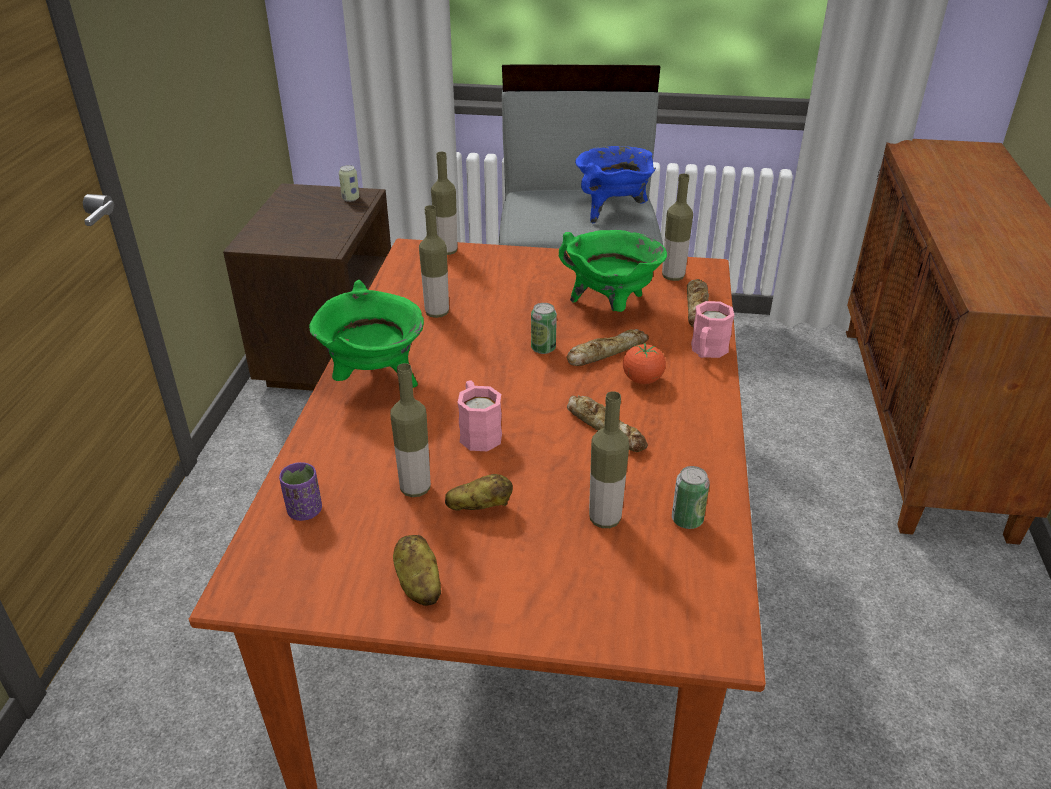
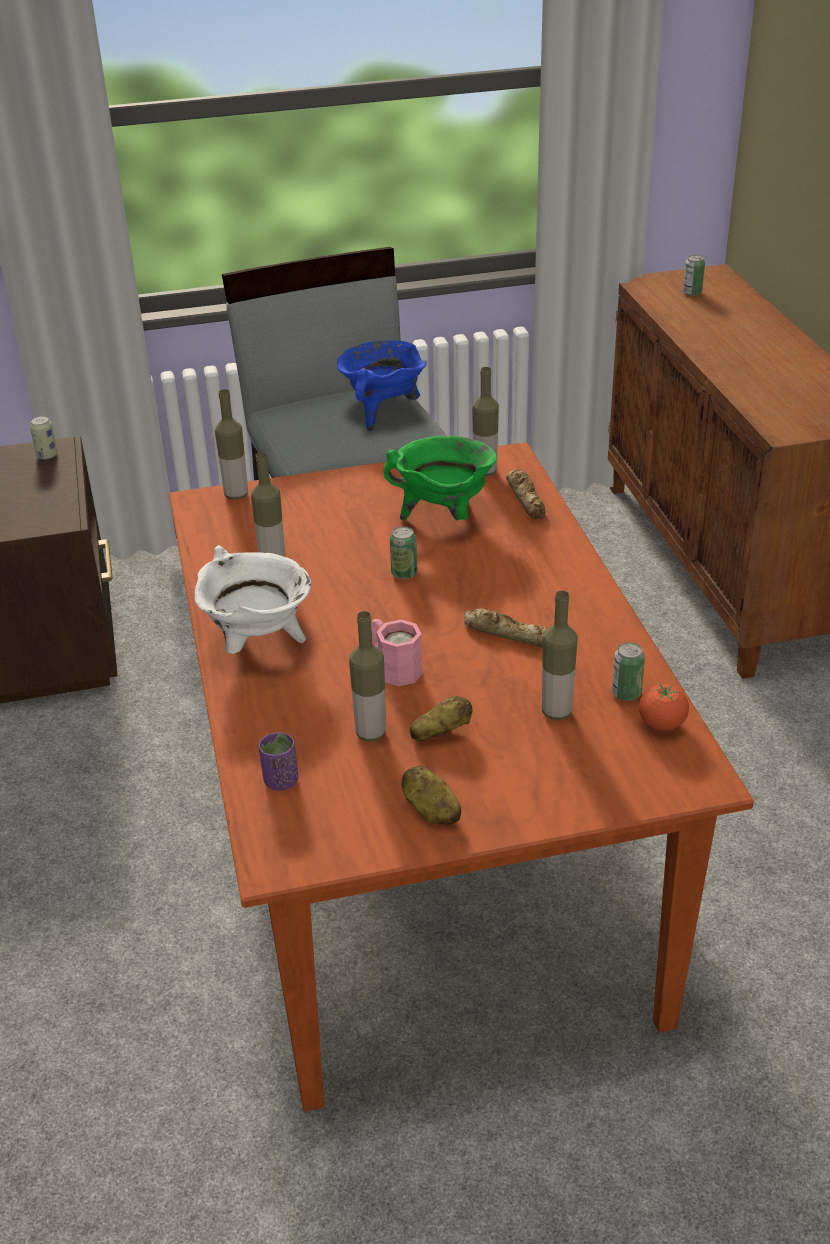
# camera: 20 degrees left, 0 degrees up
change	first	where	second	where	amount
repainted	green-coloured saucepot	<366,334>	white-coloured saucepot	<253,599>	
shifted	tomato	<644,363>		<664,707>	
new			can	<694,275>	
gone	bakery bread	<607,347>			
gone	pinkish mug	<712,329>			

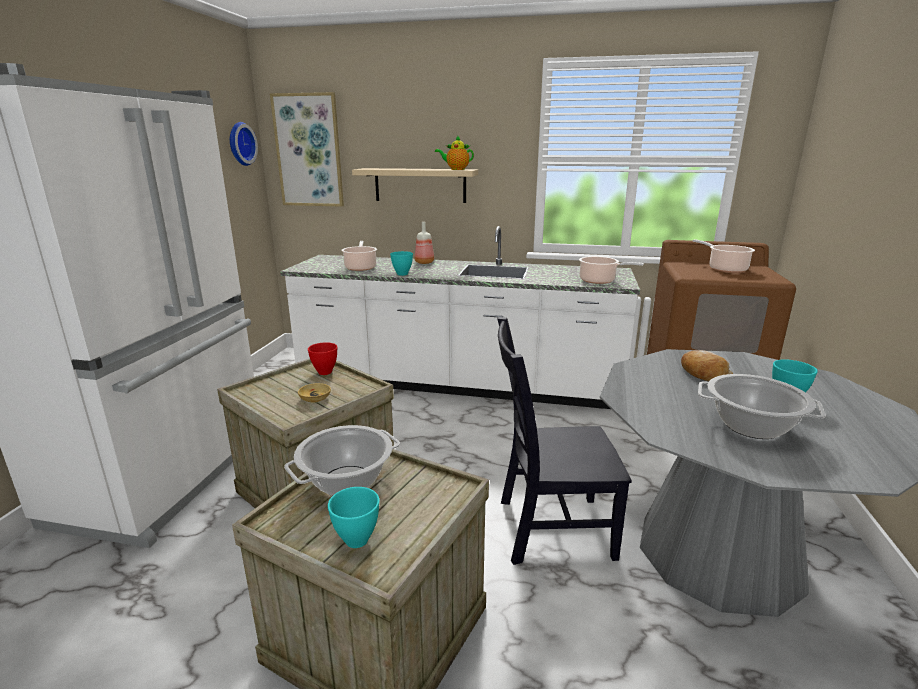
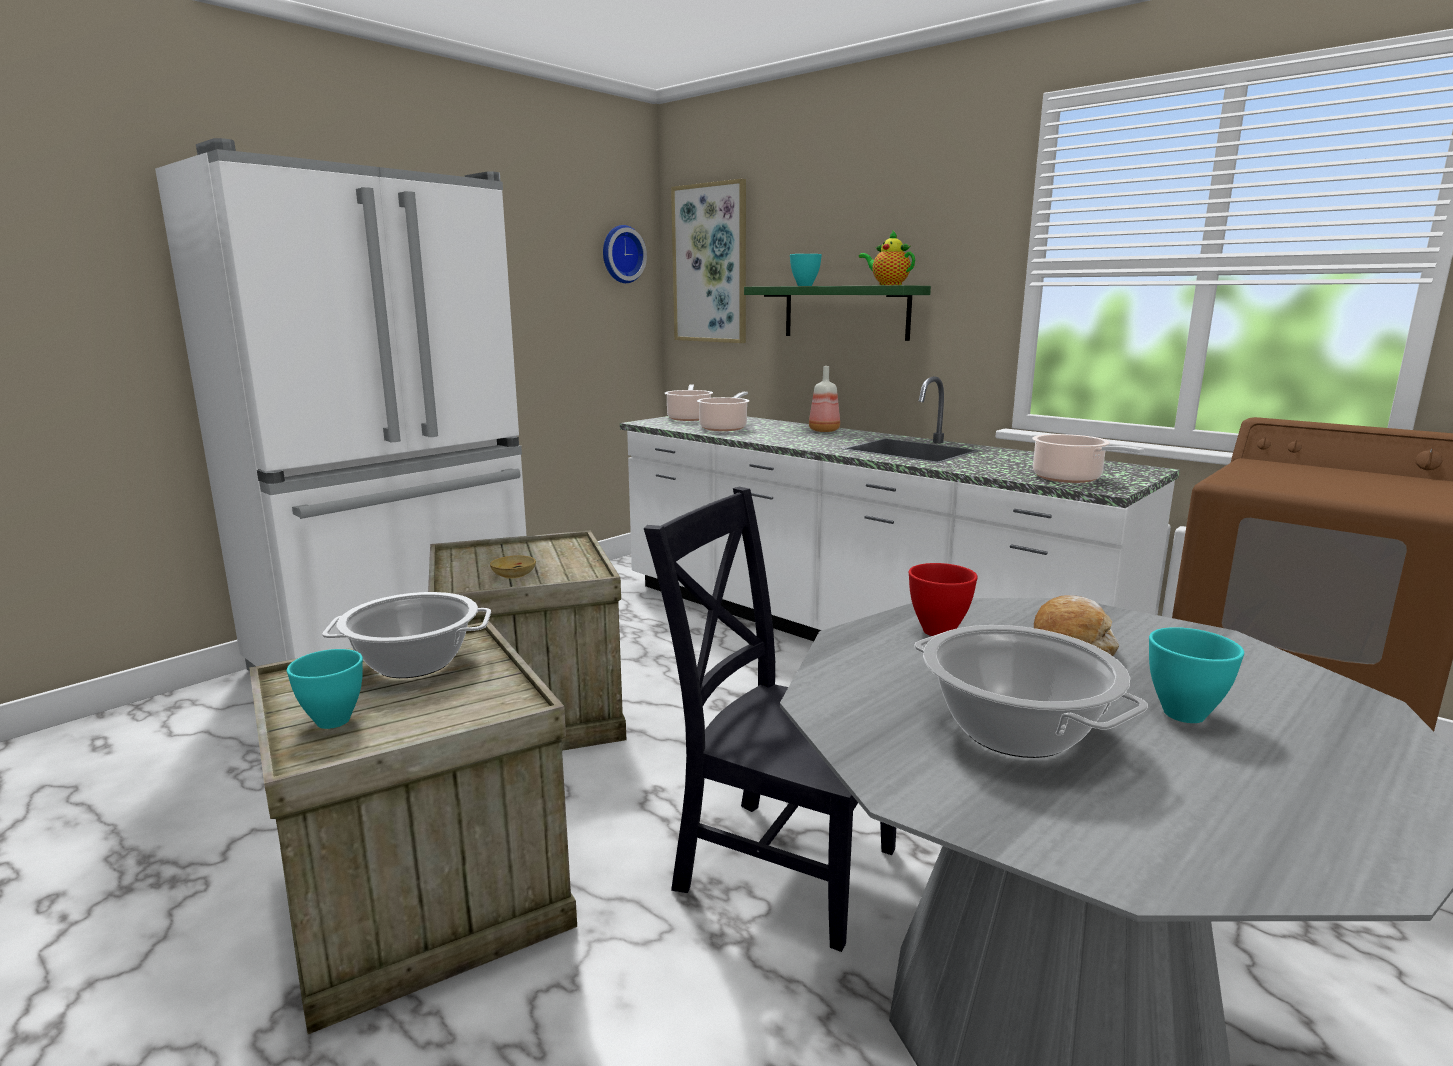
# camera: 30 degrees right, 5 degrees down
change	first	where	second	where	amount
shifted	saucepot	<724,256>		<689,402>	
repainted	beige-coloured shelf	<415,185>	green-coloured shelf	<837,313>	
shifted	turquoise-coloured bowl	<401,263>		<806,270>	
shifted	red-coloured bowl	<322,358>		<943,599>	

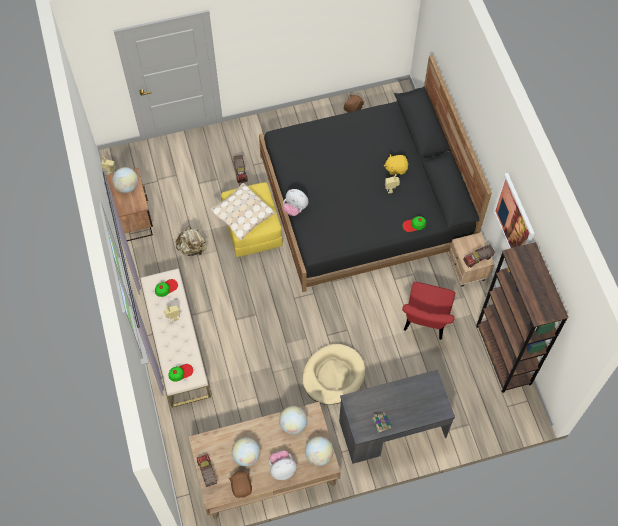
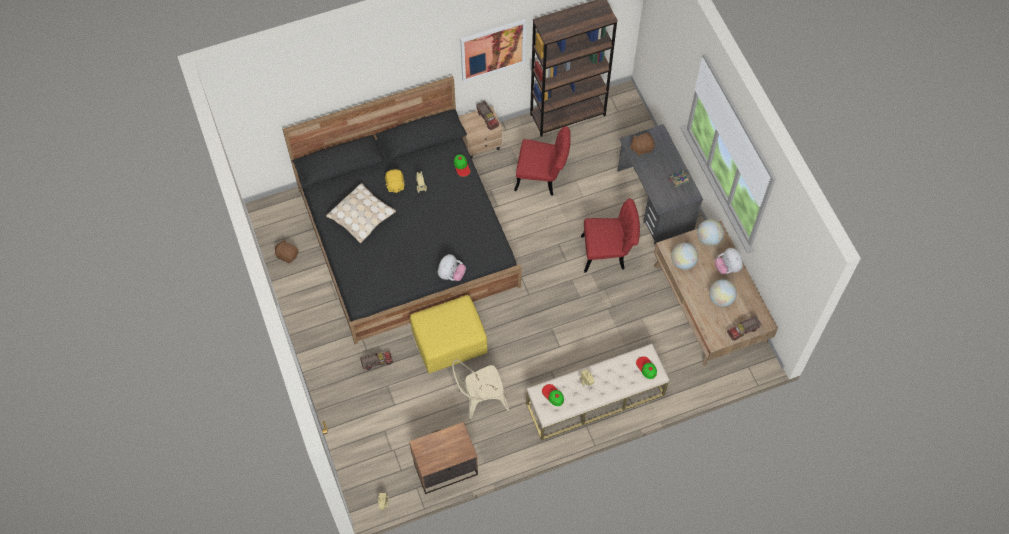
# camera: 95 degrees left, 0 degrees up
change	first	where	second	where	amount
shifted	beige-coloured pillow	<242,211>		<361,213>	
swapped	beige-coloured backpack	<191,241>	beige-coloured plain chair	<480,389>	
swapped	beige-coloured dog cushion	<333,374>	red-coloured plain chair	<610,236>	
shifted	brownish soft toy	<240,484>		<642,144>	
gone	world globe	<125,180>			

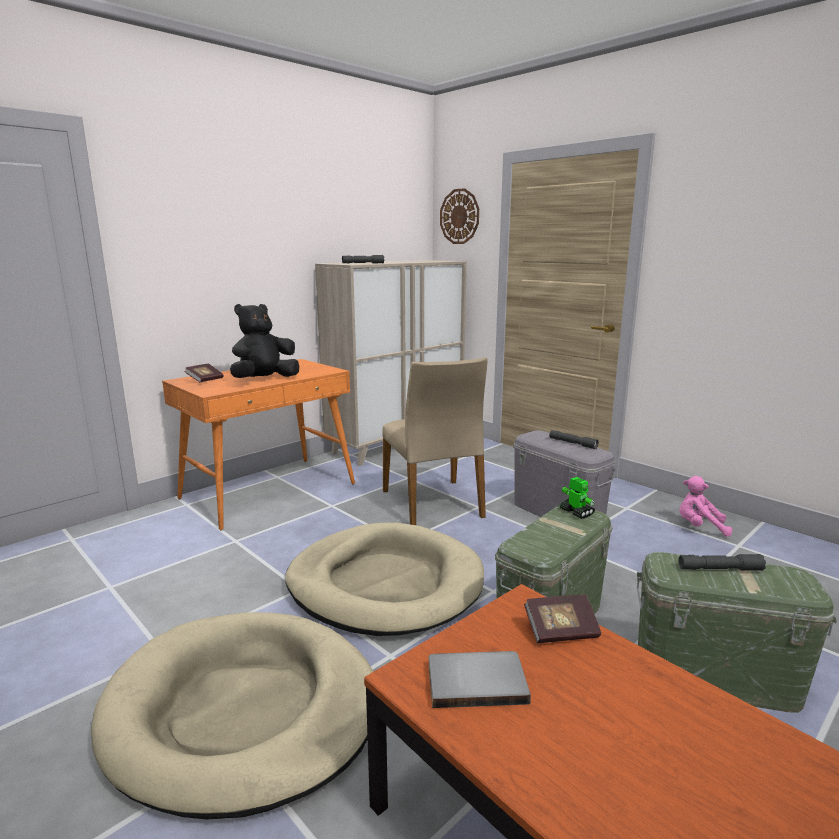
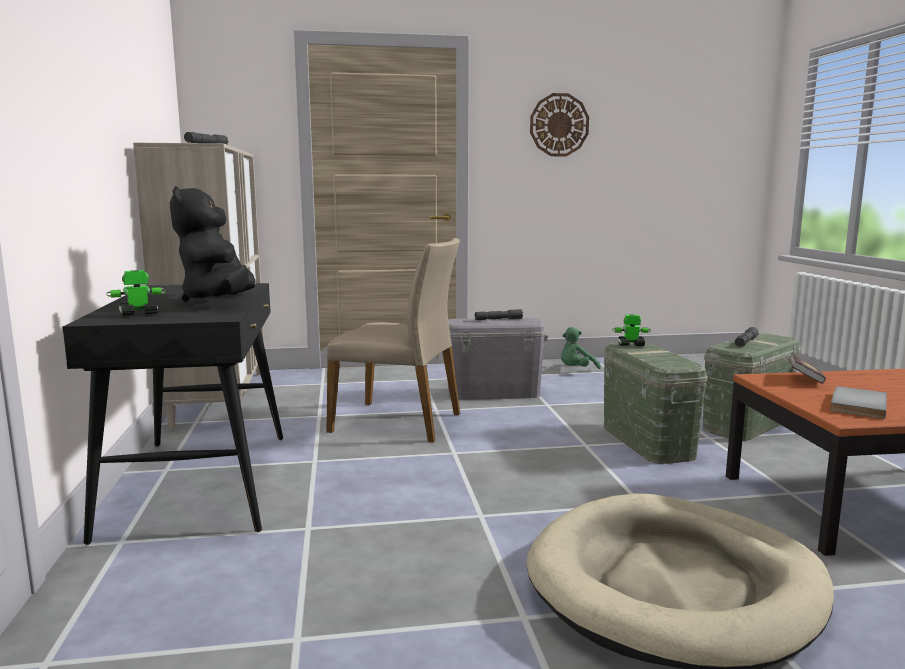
# camera: 55 degrees left, 5 degrees down
change	first	where	second	where	amount
repainted	orangey desk	<258,444>	black desk	<172,414>	
swapped	book	<204,373>	robot figure	<136,293>	
shifted	hanging clock	<459,216>		<559,124>	
repainted	pinkish soft toy	<705,506>	green-coloured soft toy	<581,348>	
gone	beige-coloured dog cushion	<384,579>			

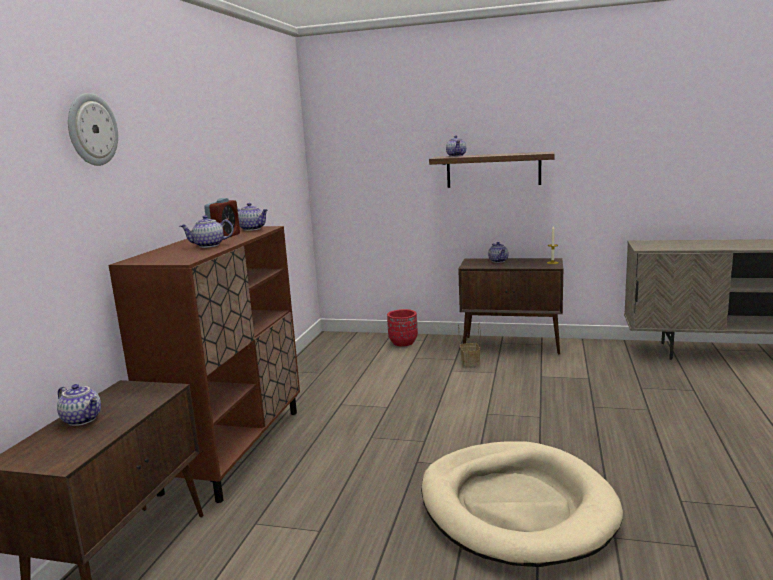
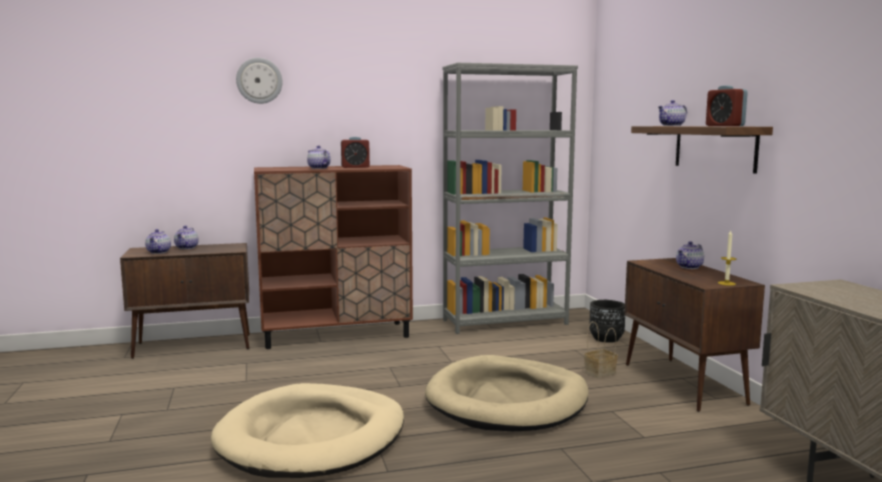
# camera: 60 degrees right, 5 degrees down
change	first	where	second	where	amount
shifted	tea pot	<252,217>		<158,241>	
new			beige-coloured dog cushion	<507,393>	
new			gray bookcase	<510,198>	
repainted	red-coloured planter	<402,327>	black planter	<607,321>	
new			alarm clock	<727,105>	

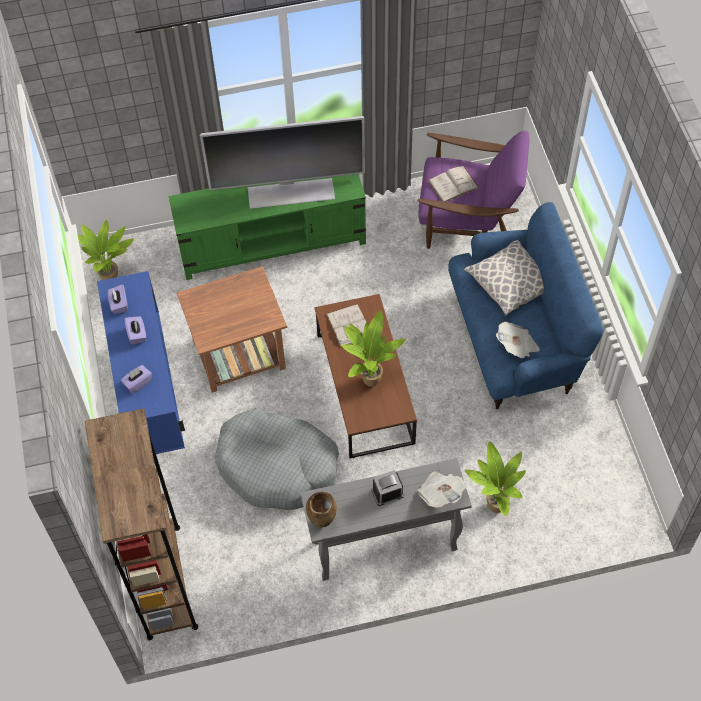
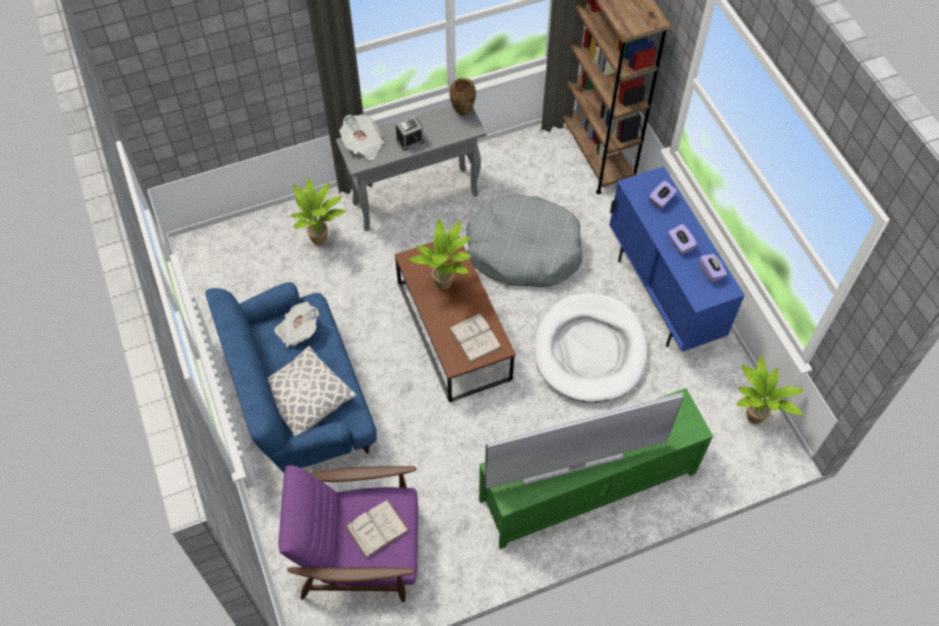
# camera: 170 degrees right, 0 degrees up
change	first	where	second	where	amount
swapped	brownish side table	<232,329>	white-coloured dog cushion	<591,348>	

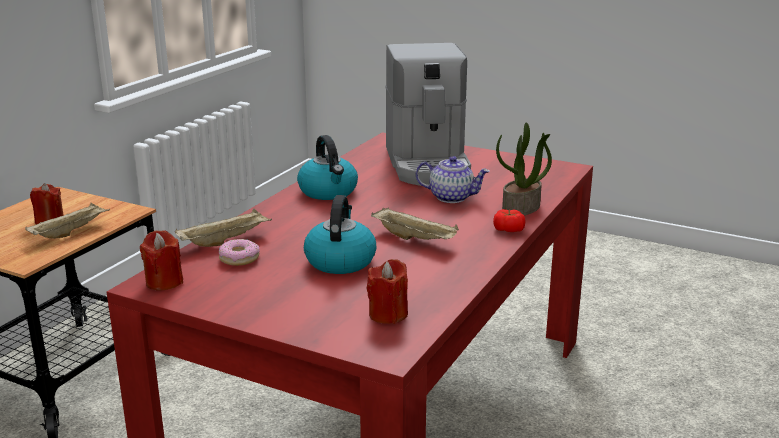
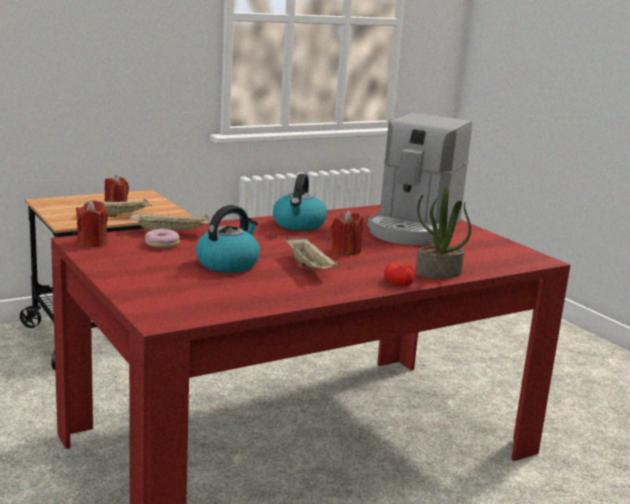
# camera: 30 degrees right, 5 degrees down
change	first	where	second	where	amount
shifted	red-coloured wax light	<387,291>		<347,232>	
gone	tea pot	<453,179>			

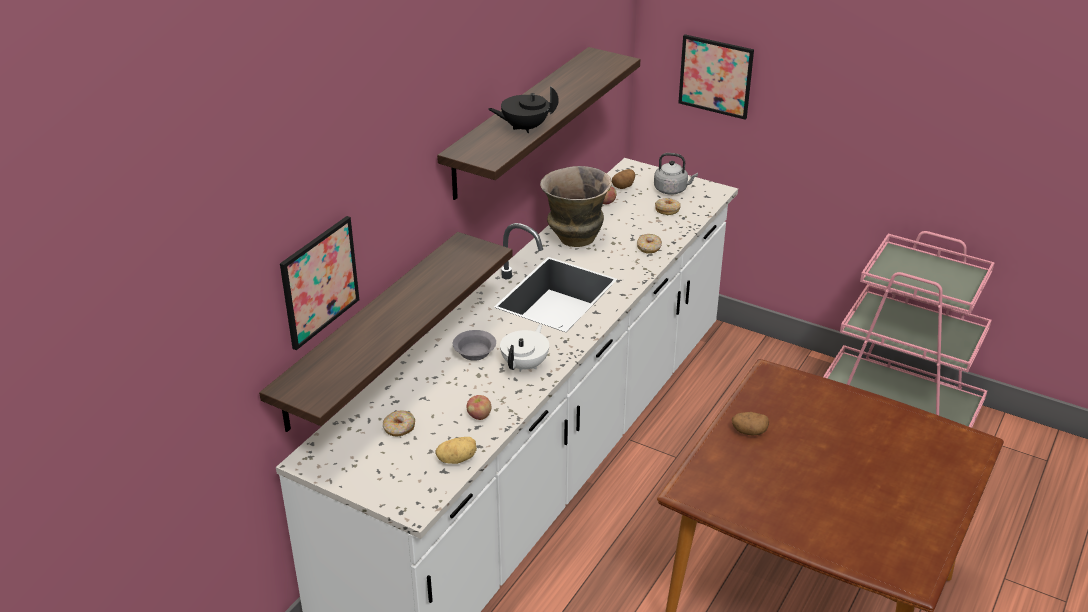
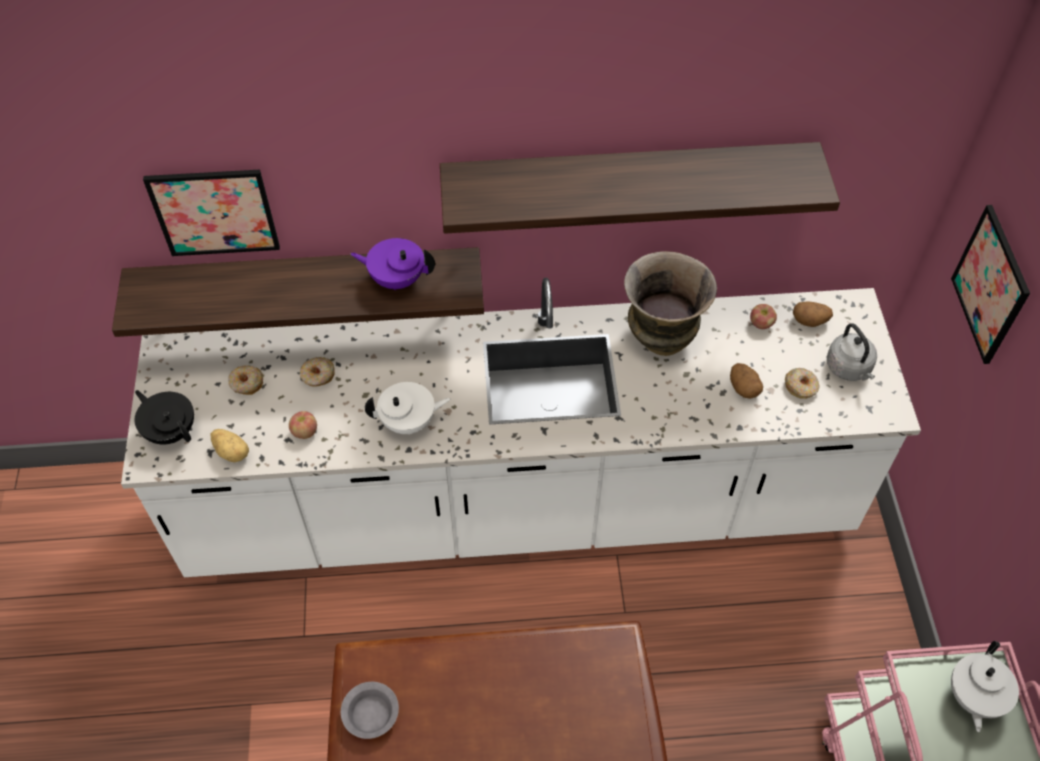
# camera: 55 degrees right, 20 degrees up
change	first	where	second	where	amount
shifted	black tea pot	<523,109>		<164,417>	
shifted	ring doughnut	<649,243>		<317,372>	
shifted	gray bowl	<474,345>		<370,710>	
new			purplish tea pot	<393,264>	
shifted	whole potato	<750,423>		<746,381>	
new			white-coloured tea pot	<985,686>	

